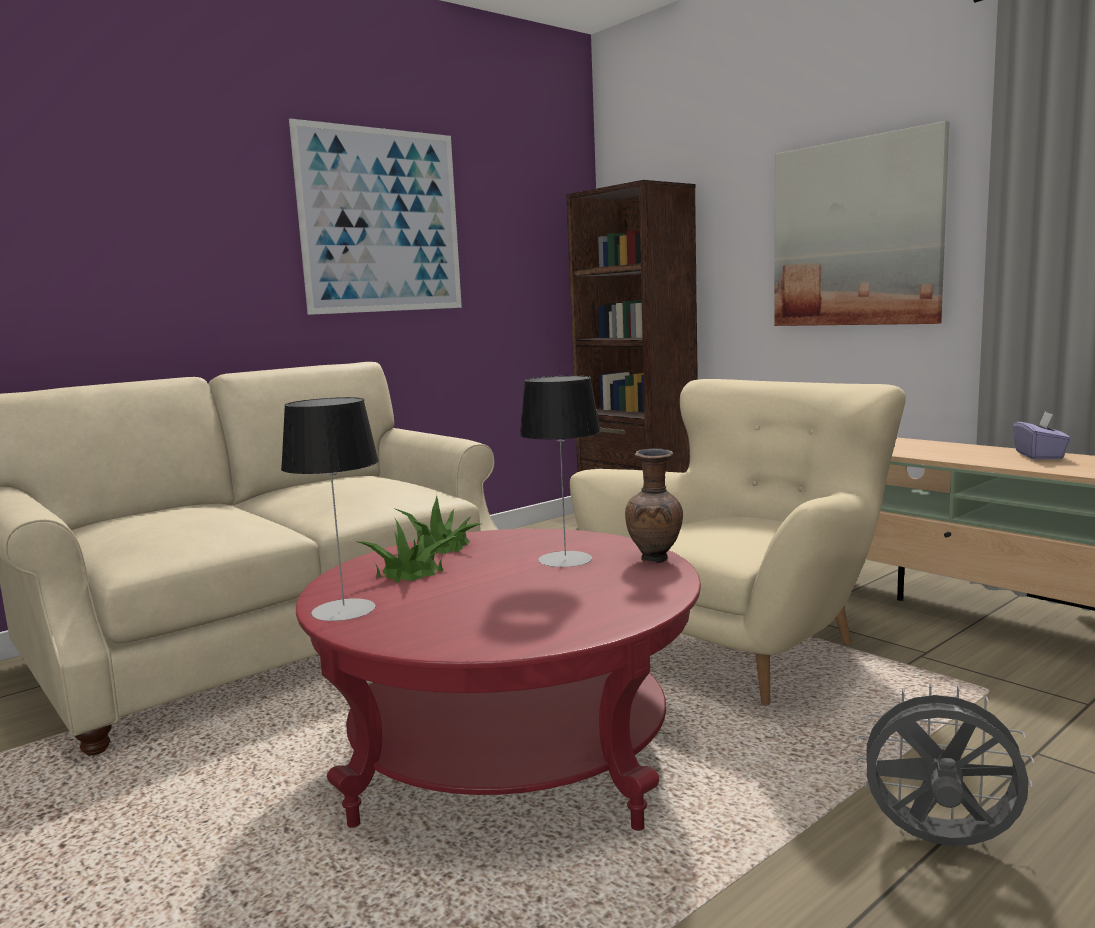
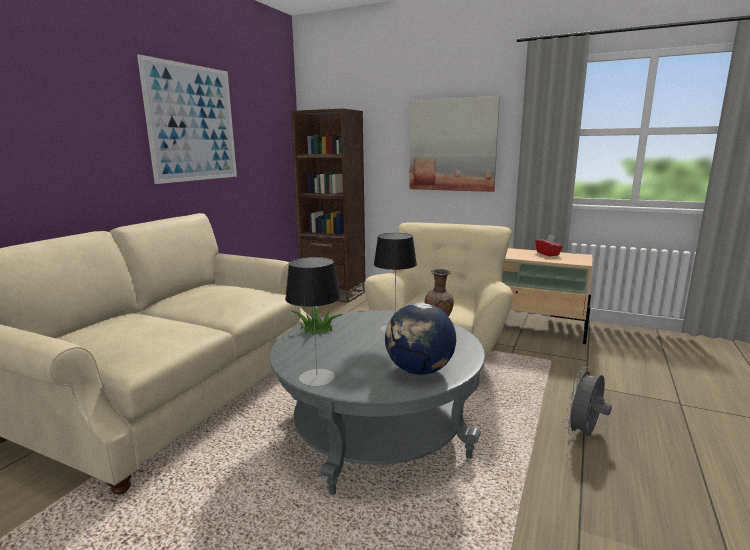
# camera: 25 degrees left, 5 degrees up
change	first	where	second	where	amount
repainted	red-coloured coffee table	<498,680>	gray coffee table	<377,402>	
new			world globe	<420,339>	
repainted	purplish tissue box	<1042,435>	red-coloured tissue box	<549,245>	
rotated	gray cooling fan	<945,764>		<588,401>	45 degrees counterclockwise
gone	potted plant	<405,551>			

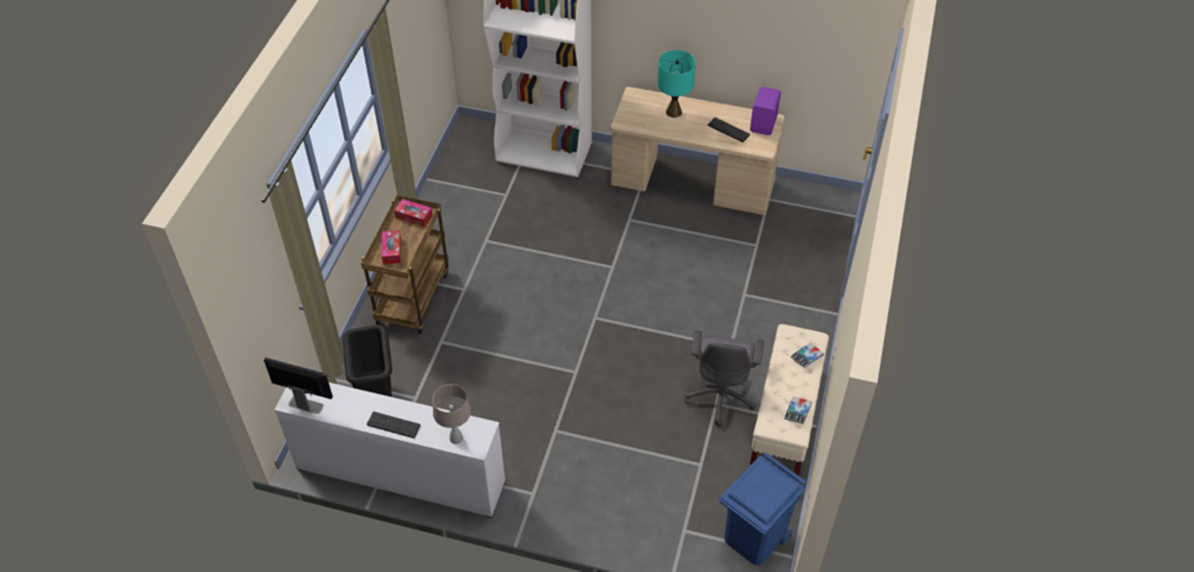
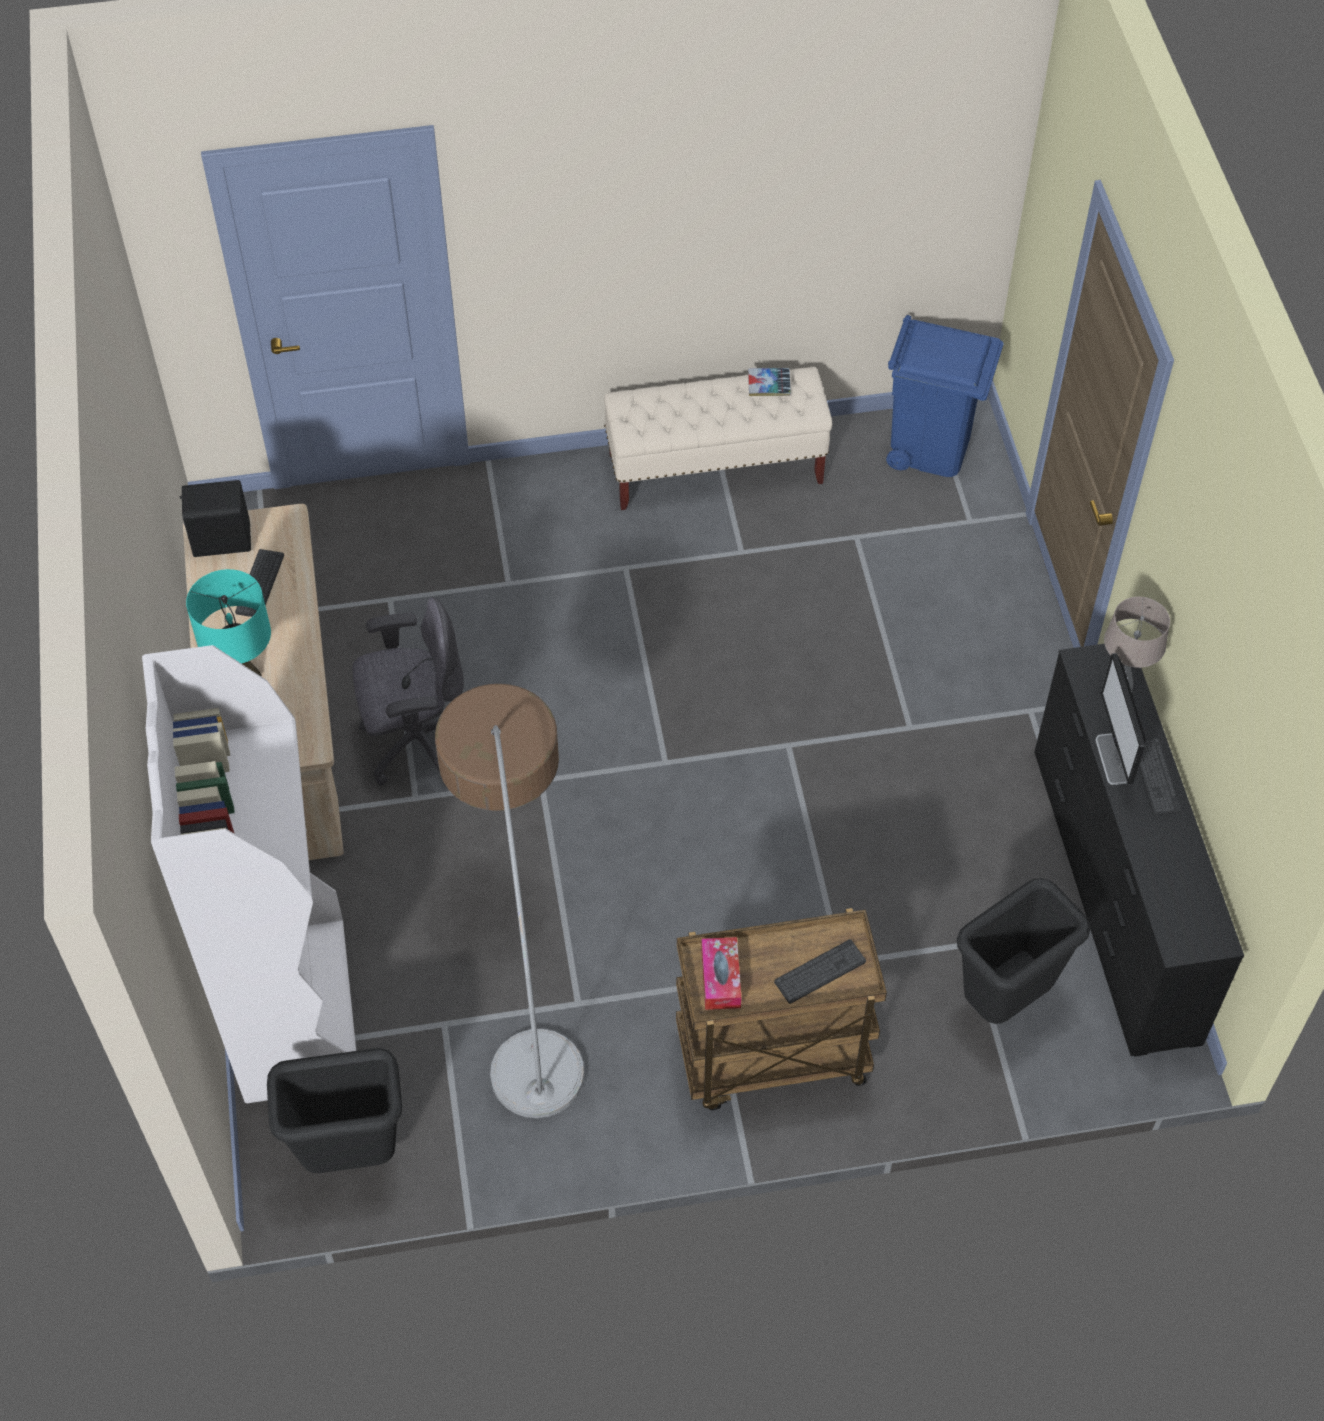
# camera: 115 degrees left, 5 degrees up
change	first	where	second	where	amount
repainted	purplish audio speaker	<765,111>	black audio speaker	<215,518>	
new			black waste bin	<334,1110>	
shifted	gray desk chair	<724,379>		<408,691>	
new			floor lamp	<509,901>	
swapped	tissue box	<391,247>	keyboard	<820,971>	
repainted	white-coloured chest of drawers	<389,450>	black chest of drawers	<1139,850>	
shifted	monitor	<298,385>		<1121,719>	
gone	book	<807,355>			

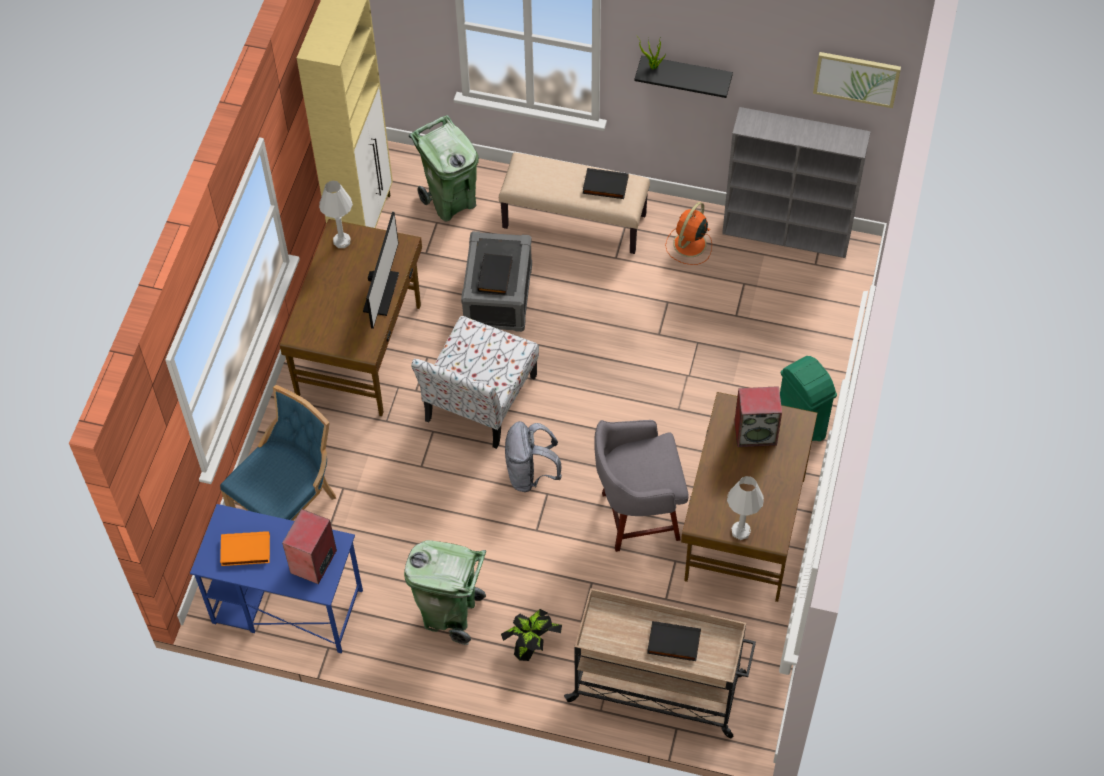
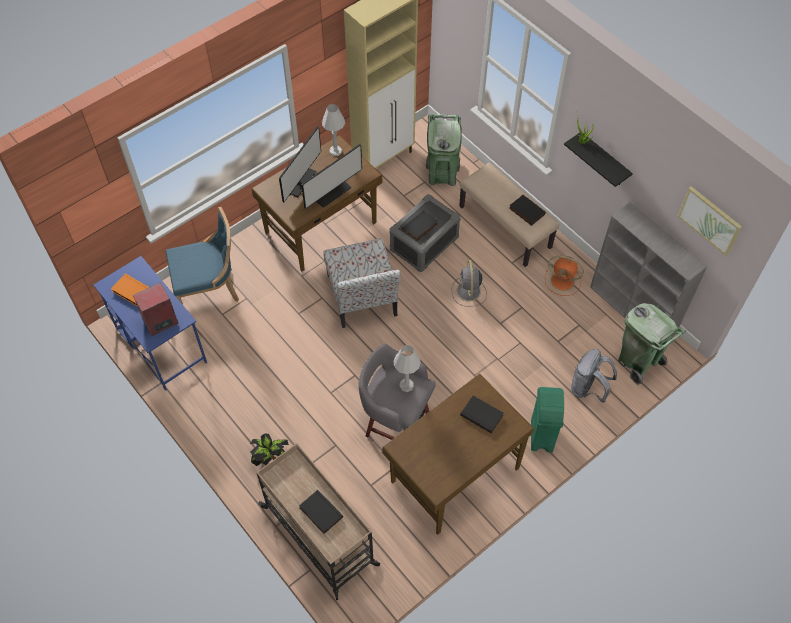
# camera: 35 degrees right, 0 degrees up
change	first	where	second	where	amount
new			monitor	<300,164>	
rotated	plain chair	<475,382>		<362,283>	75 degrees counterclockwise
shifted	white-coloured lamp for a table	<745,508>		<407,368>	
new			gray cooling fan	<469,283>	
swapped	audio speaker	<758,416>	black book	<482,414>	
rotated	orangey cooling fan	<688,233>		<564,276>	135 degrees counterclockwise
shifted	gray backpack	<533,456>		<594,376>	
shifted	green-coloured waste bin	<445,592>		<652,344>	

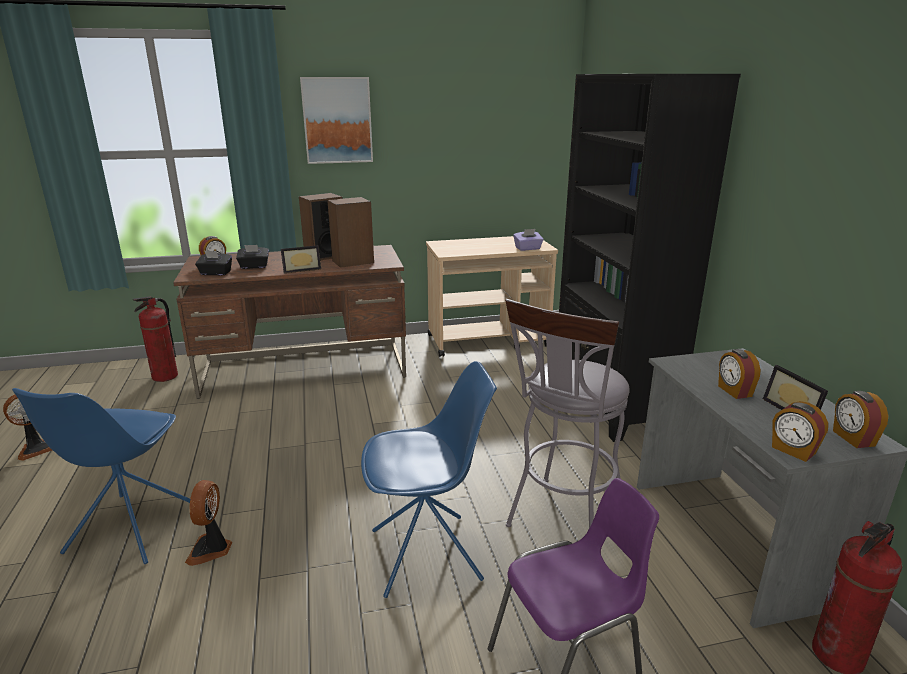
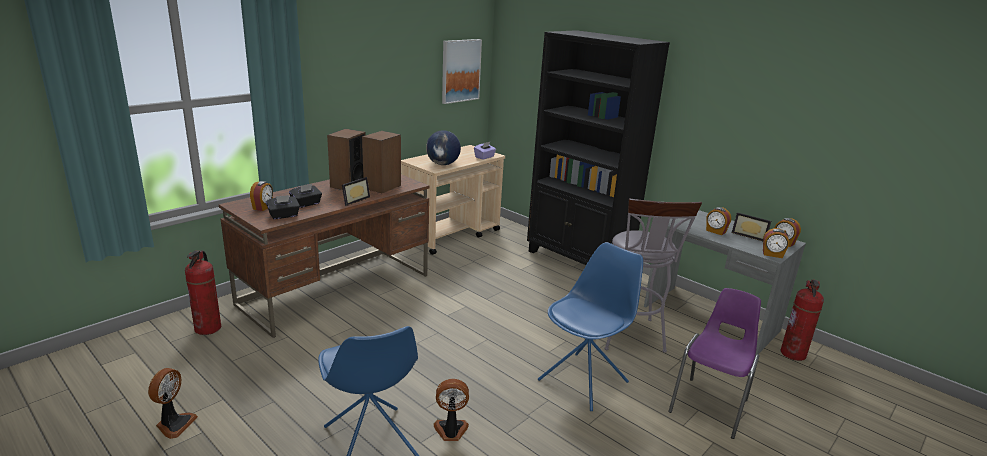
# camera: 35 degrees left, 0 degrees up
change	first	where	second	where	amount
new			world globe	<443,147>	
rotated	cooling fan	<208,523>		<451,410>	120 degrees clockwise
shifted	wall art	<336,120>		<462,71>	

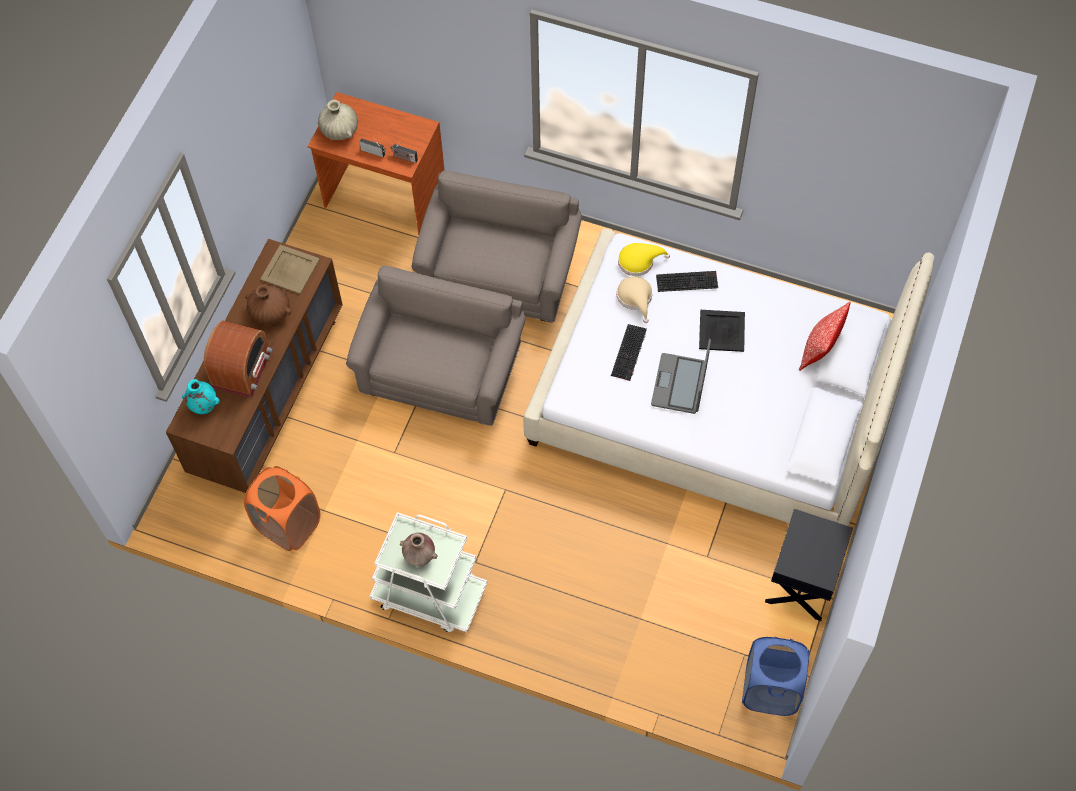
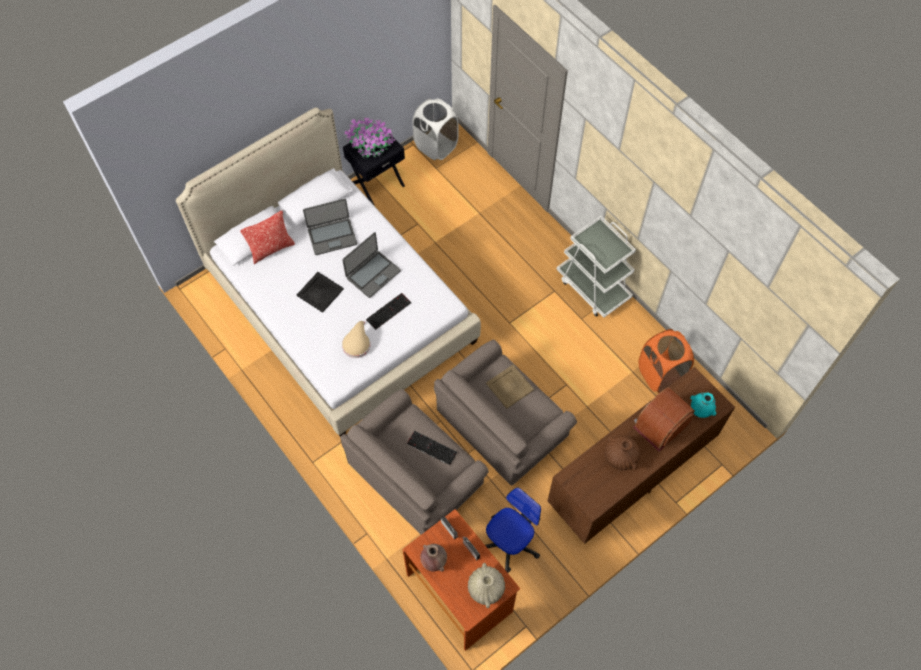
# camera: 150 degrees left, 0 degrees up
change	first	where	second	where	amount
new			portable computer	<330,227>	
new			potted plant	<369,137>	
shifted	keyboard	<687,281>		<432,448>	
repainted	bluish hamper	<776,676>	white-coloured hamper	<435,129>	
shifted	brownish decorative vase	<419,549>		<433,558>	
new			desk chair	<513,530>	
shifted	beige-coloured carrying tray	<290,270>		<510,387>	
gone	yellowish clothing hat	<644,259>			

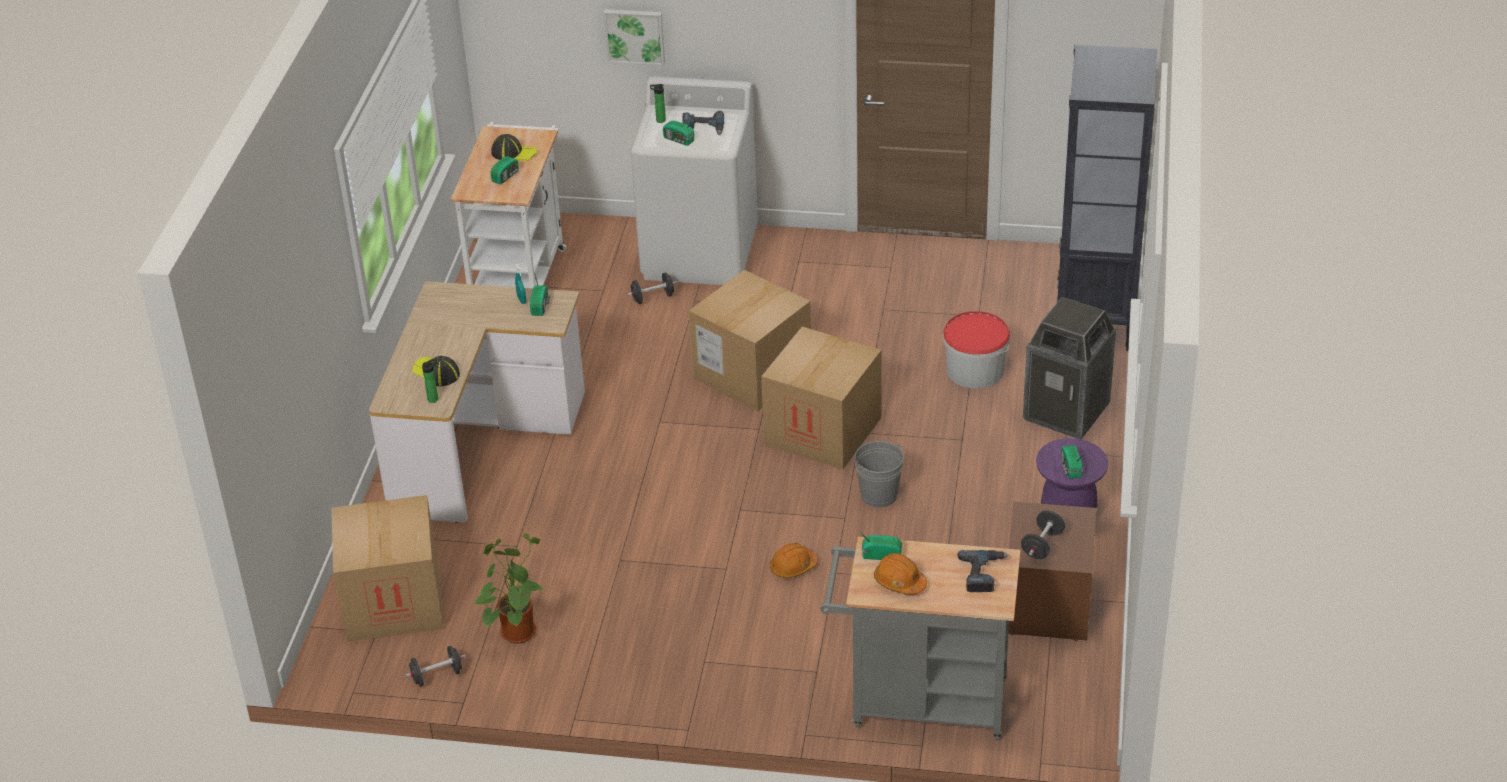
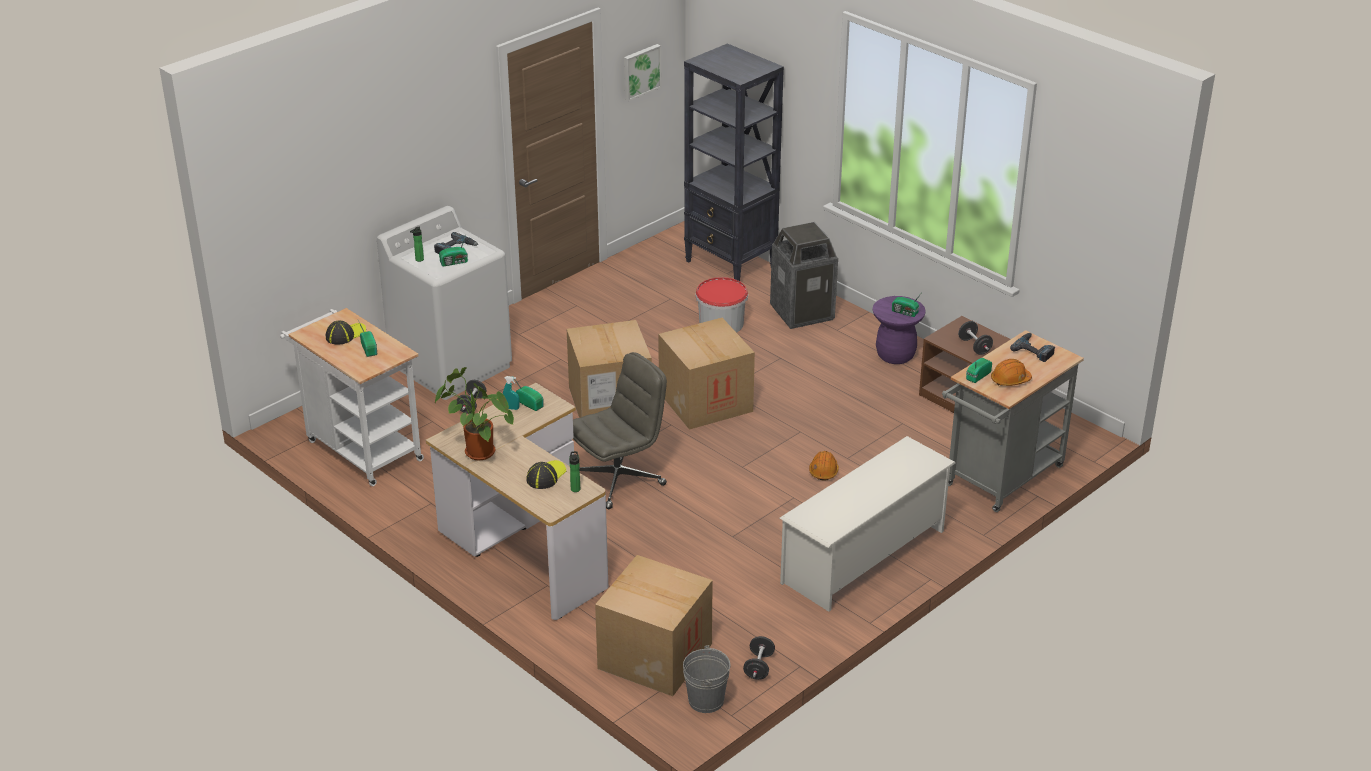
# camera: 55 degrees left, 5 degrees down
change	first	where	second	where	amount
shifted	potted plant	<508,588>		<474,414>	
rotated	cap	<436,371>		<546,474>	135 degrees clockwise
new			gray desk chair	<620,430>	
shifted	wall art	<634,37>		<642,72>	
shifted	gray pail	<879,474>		<707,679>	
new			white-coloured shoe stand	<868,524>	

